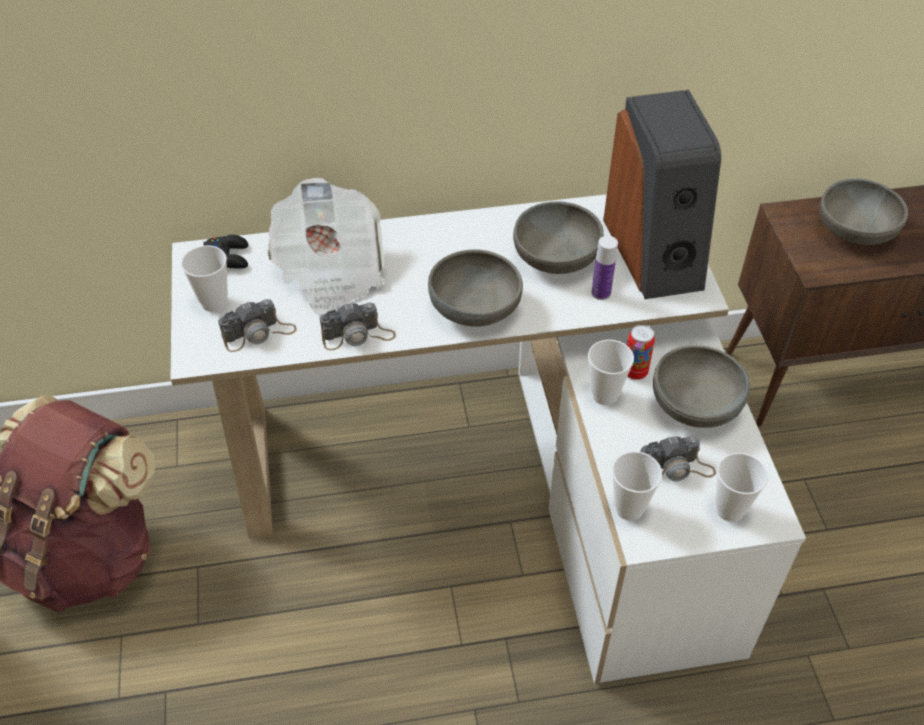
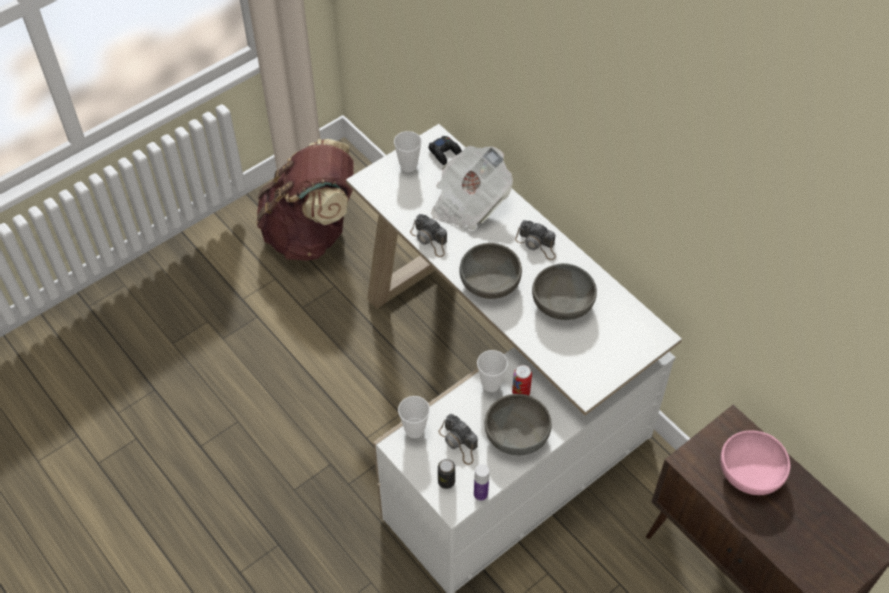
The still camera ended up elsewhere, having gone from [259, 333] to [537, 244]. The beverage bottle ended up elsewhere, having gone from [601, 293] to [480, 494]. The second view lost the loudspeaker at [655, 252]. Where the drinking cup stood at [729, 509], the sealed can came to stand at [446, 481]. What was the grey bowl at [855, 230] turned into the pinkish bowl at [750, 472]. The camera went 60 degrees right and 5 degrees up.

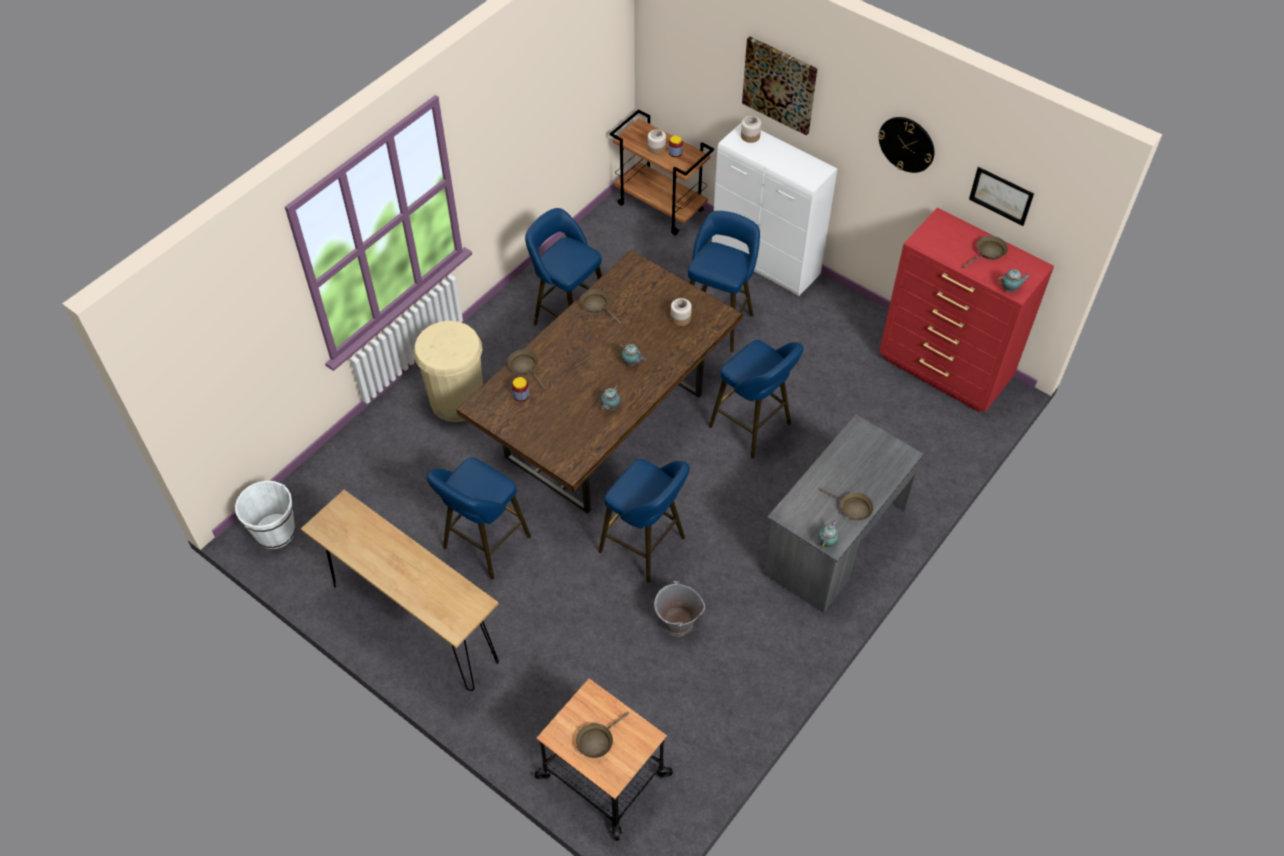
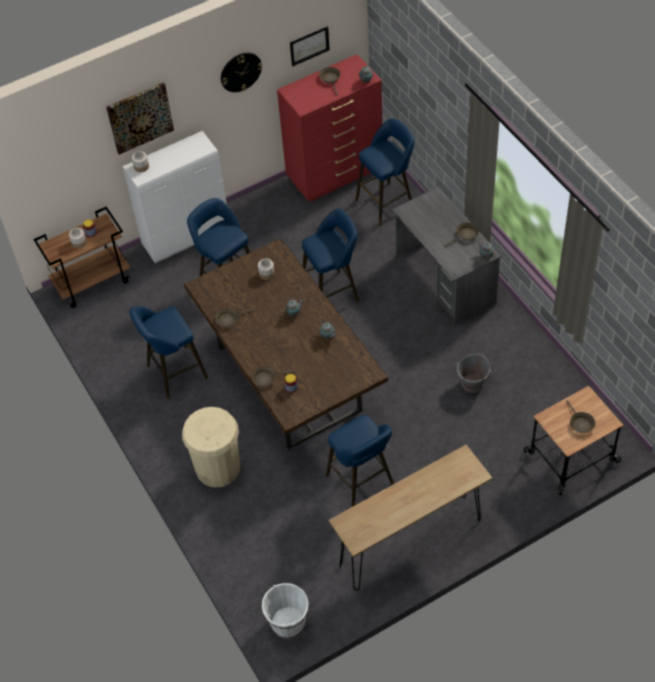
The bluish sitting stool ended up elsewhere, having gone from [646, 547] to [387, 202]. The camera went 65 degrees left and 0 degrees up.

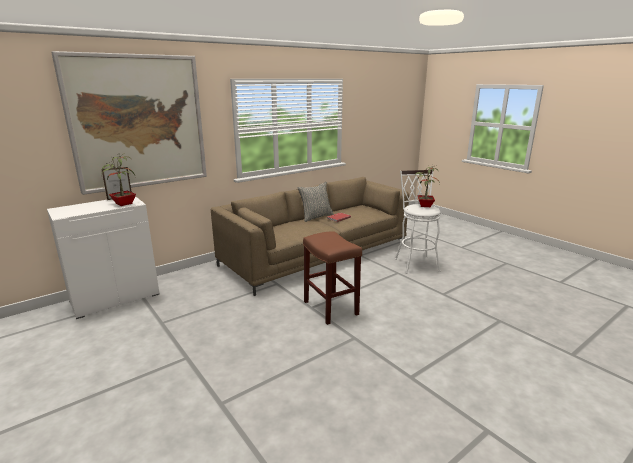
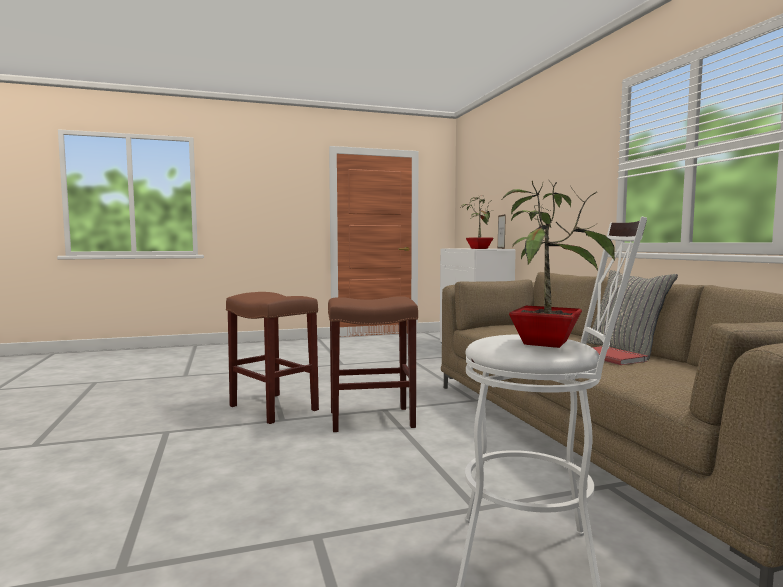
The second view lost the wall art at [138, 122]. The second view gained the brownish sitting stool at [274, 408]. The camera went 110 degrees right and 15 degrees down.

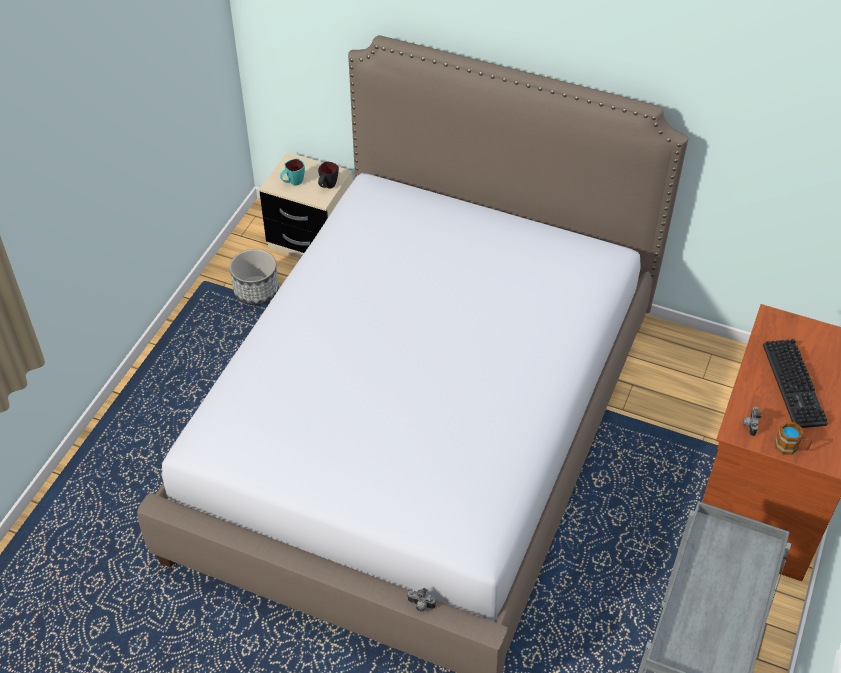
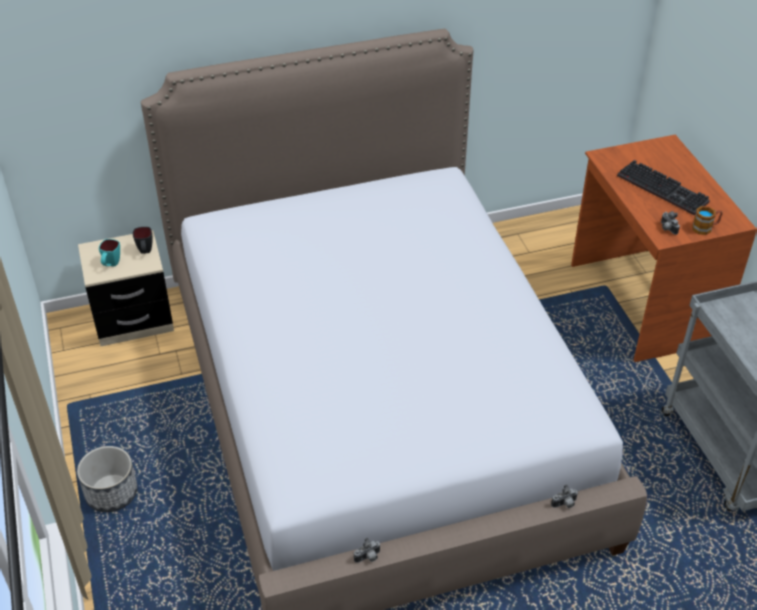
The flower pot ended up elsewhere, having gone from [256, 291] to [111, 493]. The second view gained the still camera at [368, 558]. The camera went 40 degrees left and 5 degrees down.

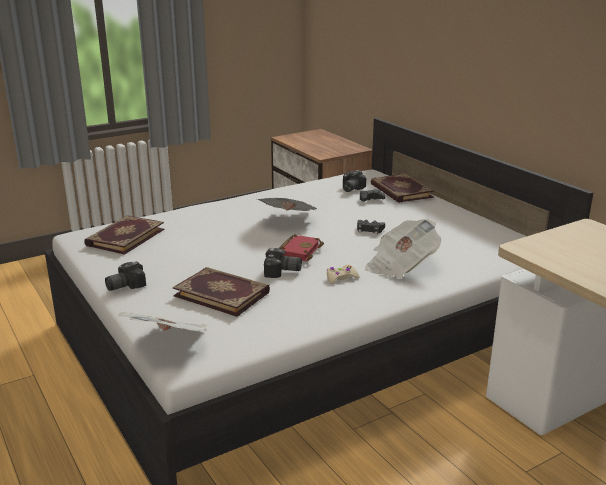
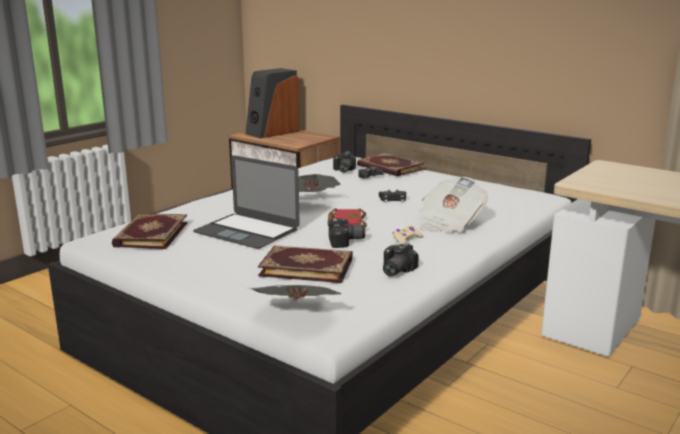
The still camera ended up elsewhere, having gone from [124, 285] to [394, 271]. The second view gained the laptop at [247, 231]. The second view gained the loudspeaker at [272, 132]. The camera went 20 degrees left and 5 degrees down.

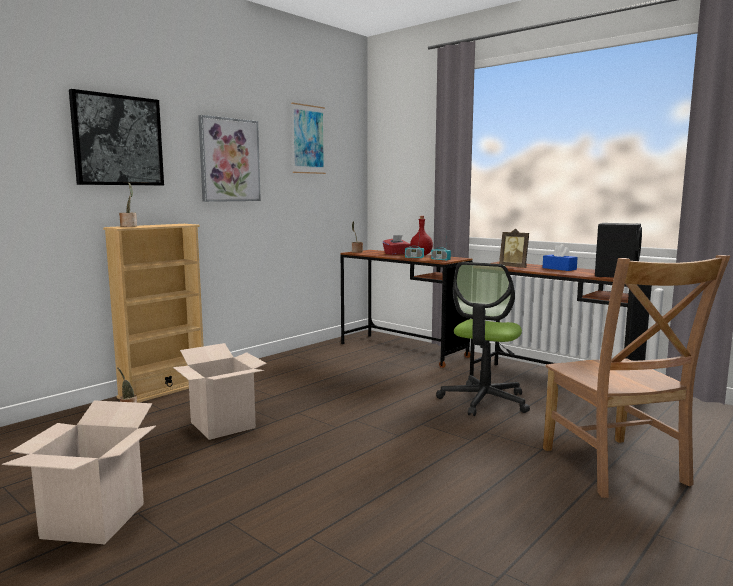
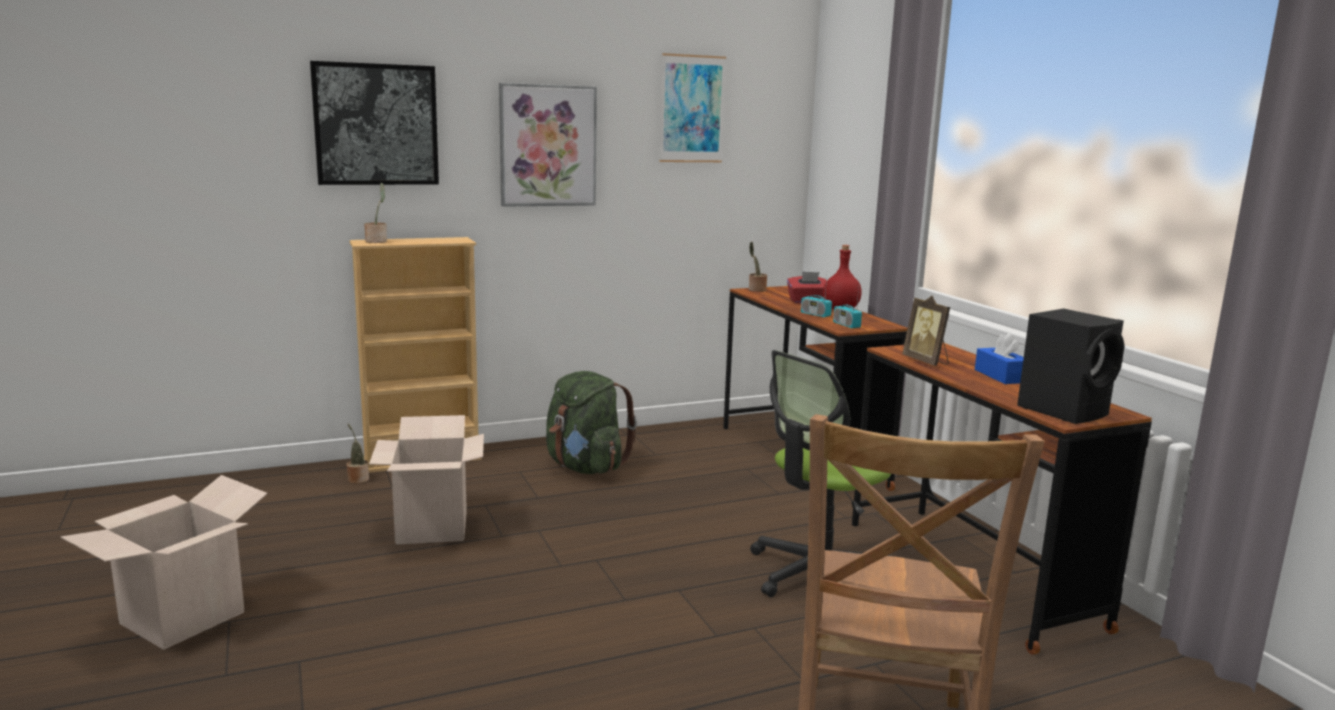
The second view gained the greenish rucksack at [585, 467]. The camera went 25 degrees right and 5 degrees up.

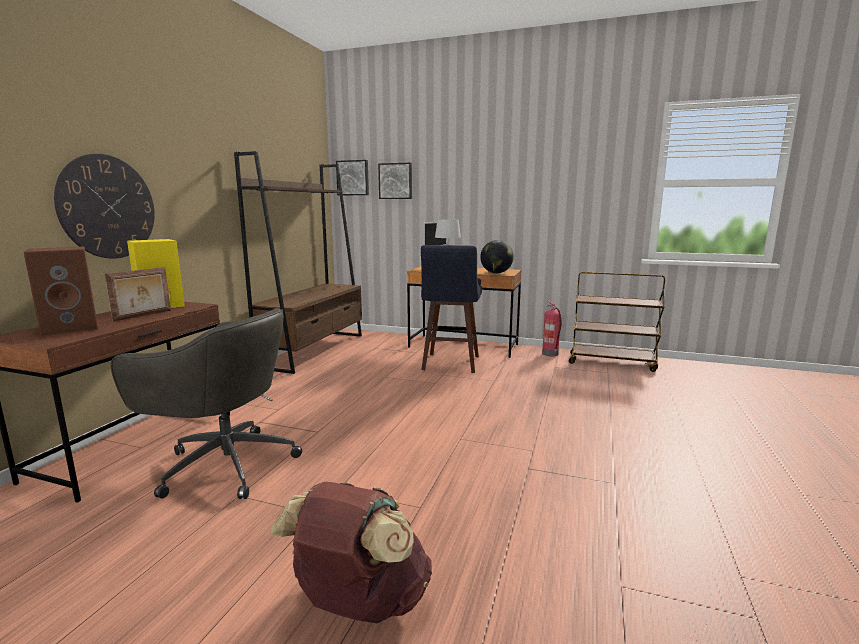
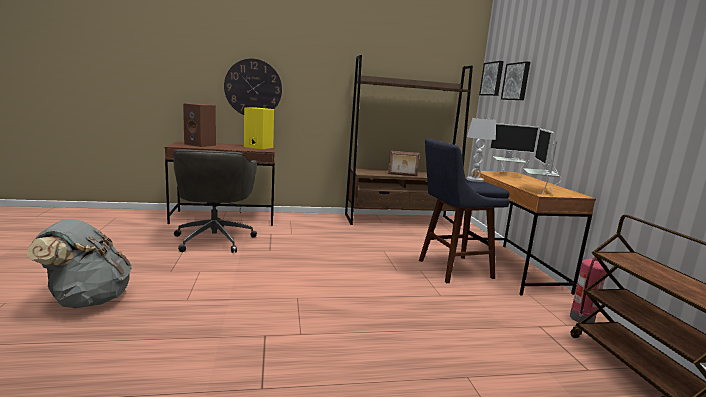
The standing frame ended up elsewhere, having gone from [143, 315] to [402, 175]. What was the brownish rucksack at [359, 603] turned into the grey rucksack at [87, 300]. Where the globe stood at [496, 273], the computer screen came to stand at [538, 191]. The camera went 60 degrees right and 0 degrees up.

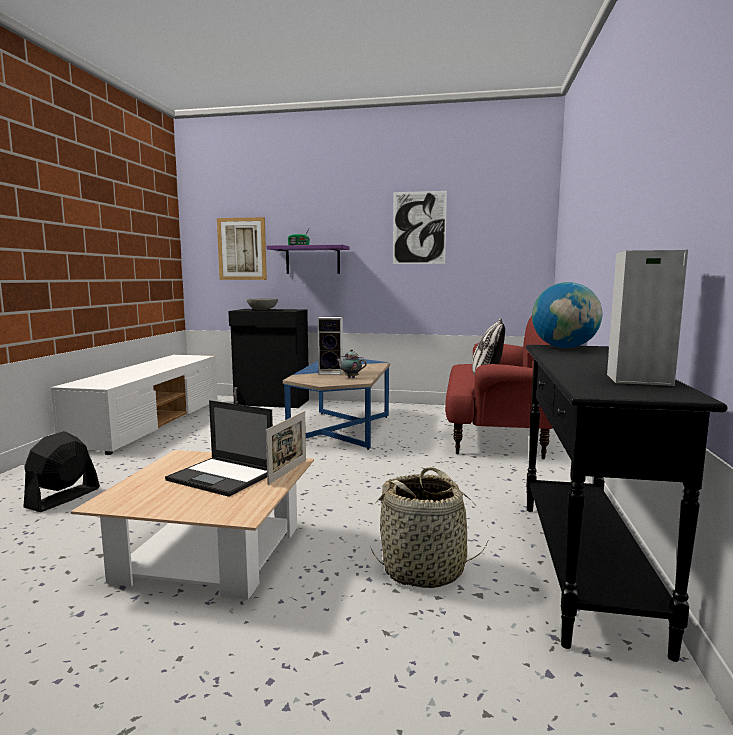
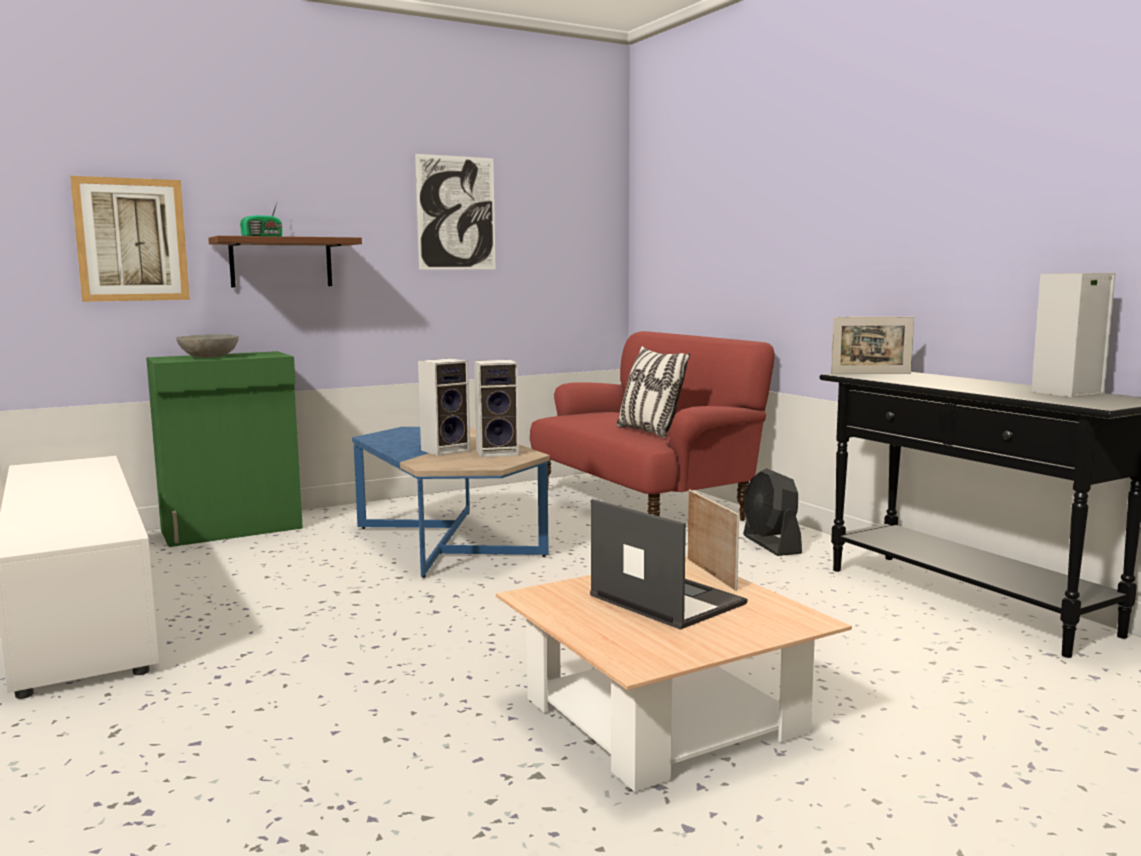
The blackish electric fan ended up elsewhere, having gone from [63, 498] to [771, 544]. The laptop at [222, 477] ended up facing another way, 120 degrees counterclockwise from before. What was the blackish cabinet at [272, 402] turned into the greenish cabinet at [233, 529]. What was the purplish shelf at [312, 260] turned into the brownish shelf at [281, 262]. Where the teapot stood at [350, 377], the loudspeaker came to stand at [499, 452]. The second view lost the storage basket at [424, 569]. Where the globe stood at [564, 348], the standing frame came to stand at [870, 374]. The camera went 40 degrees left and 0 degrees up.

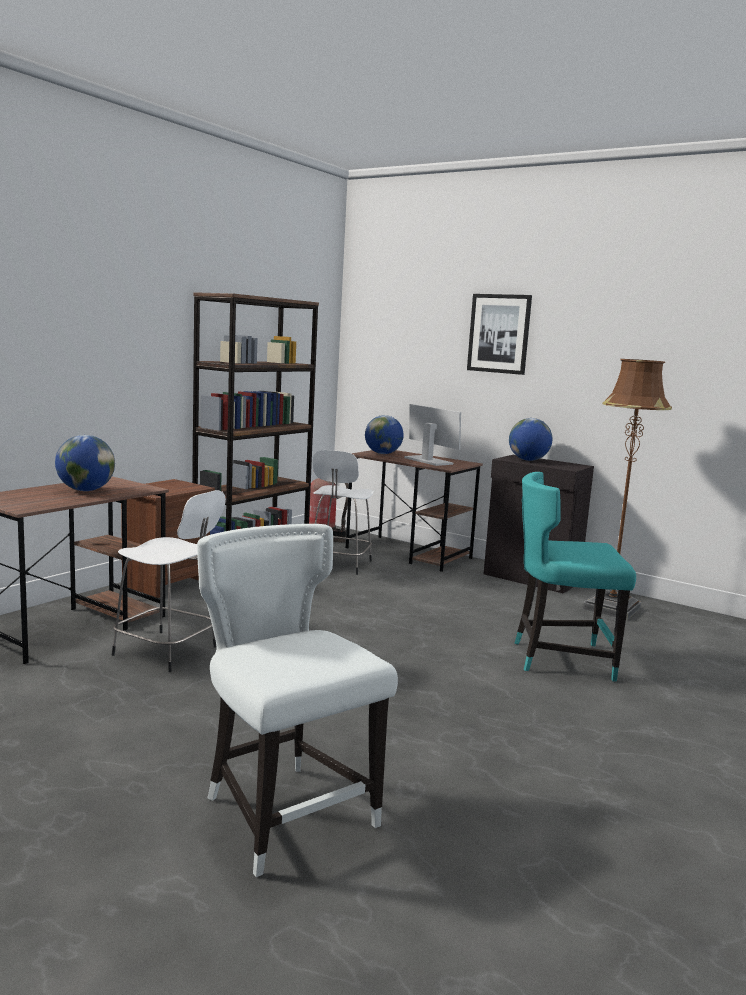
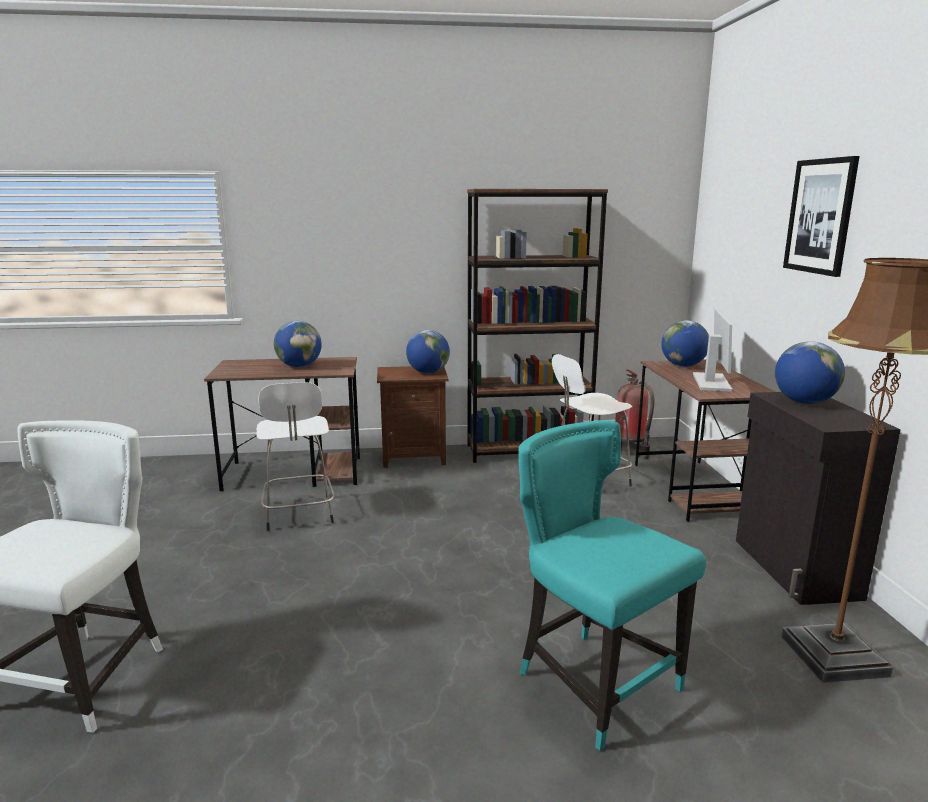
The second view gained the globe at [428, 372]. The camera went 50 degrees right and 5 degrees up.

